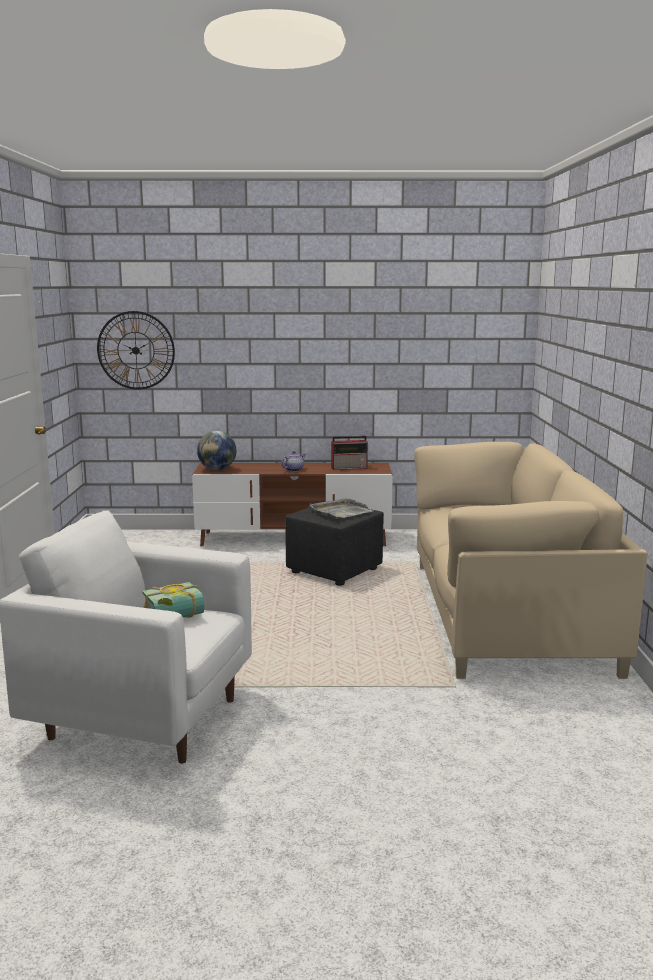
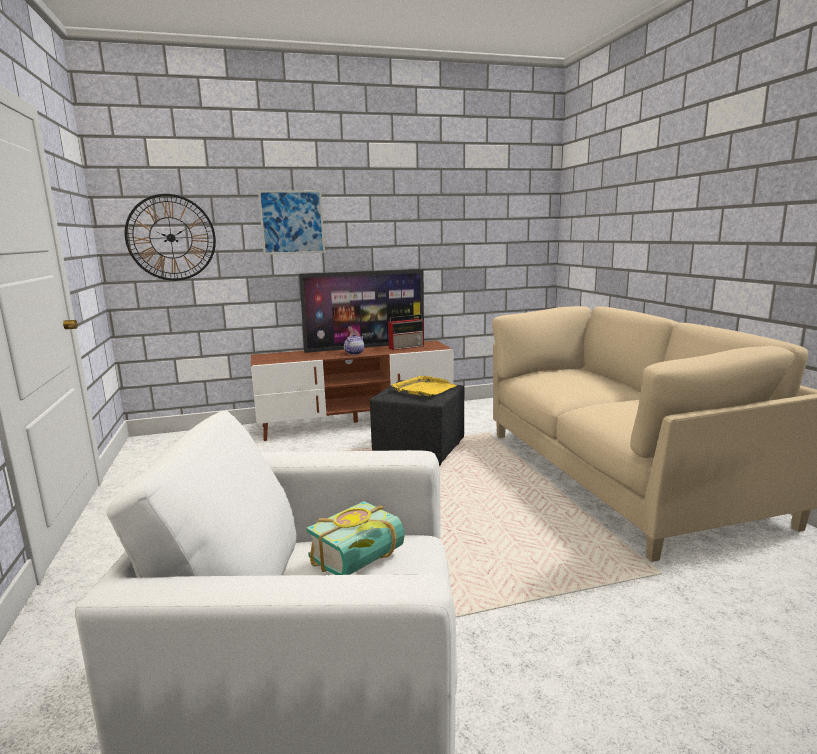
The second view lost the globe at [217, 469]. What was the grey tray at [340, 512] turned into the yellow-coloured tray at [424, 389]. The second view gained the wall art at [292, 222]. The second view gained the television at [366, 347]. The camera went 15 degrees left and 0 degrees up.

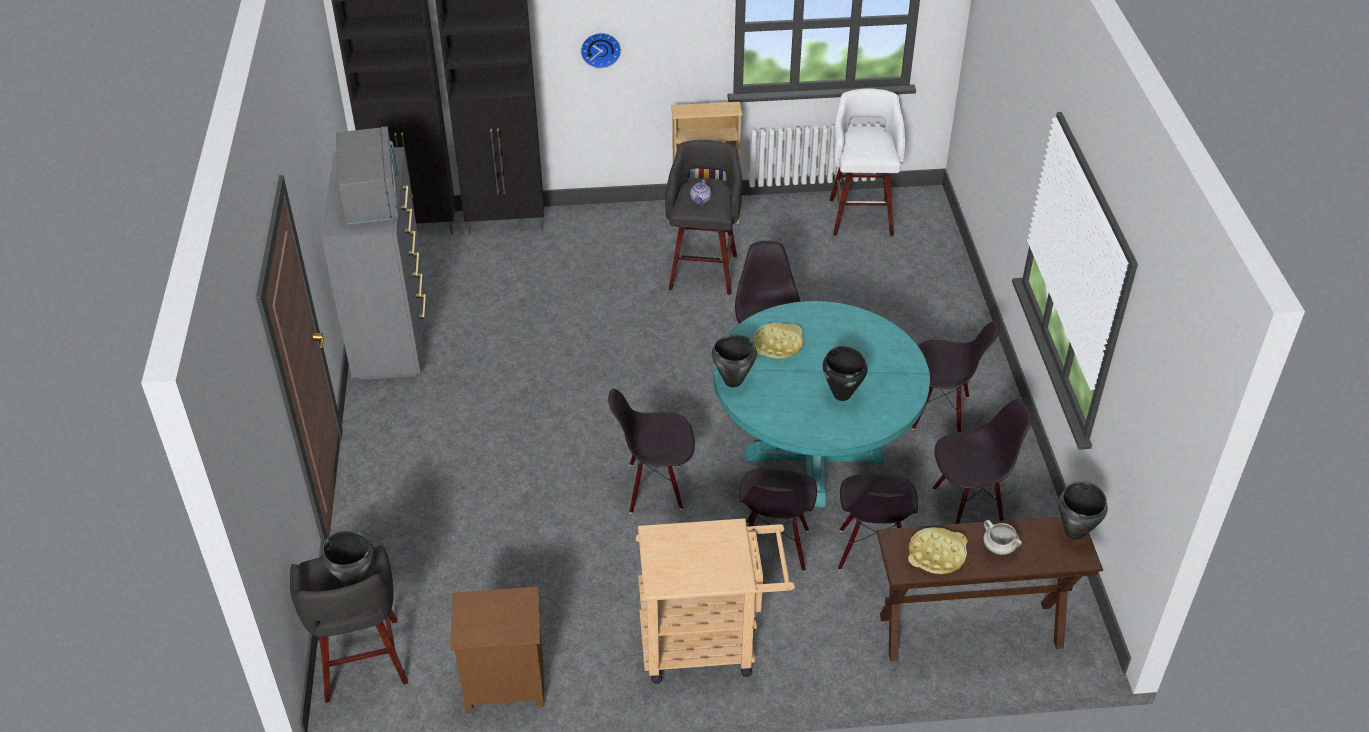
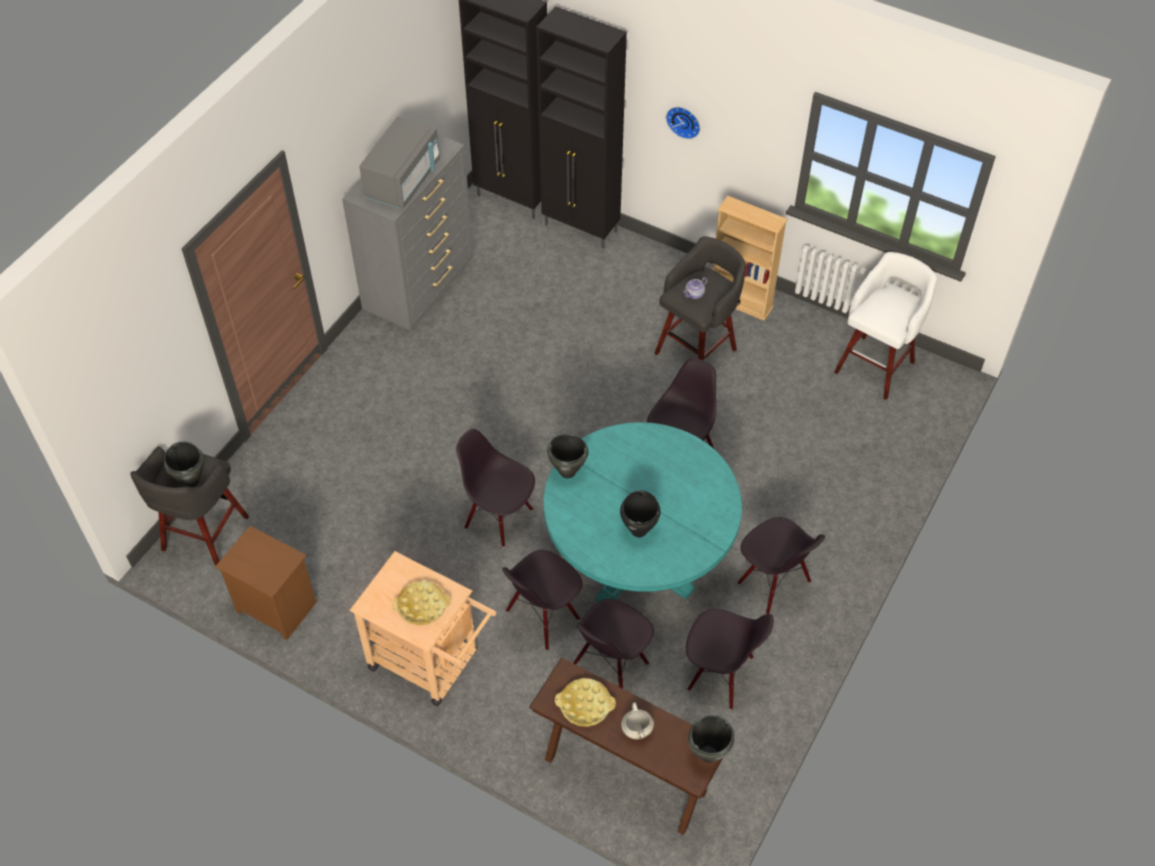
The yellow-coloured tray ended up elsewhere, having gone from [778, 345] to [421, 606]. The camera went 35 degrees right and 10 degrees up.

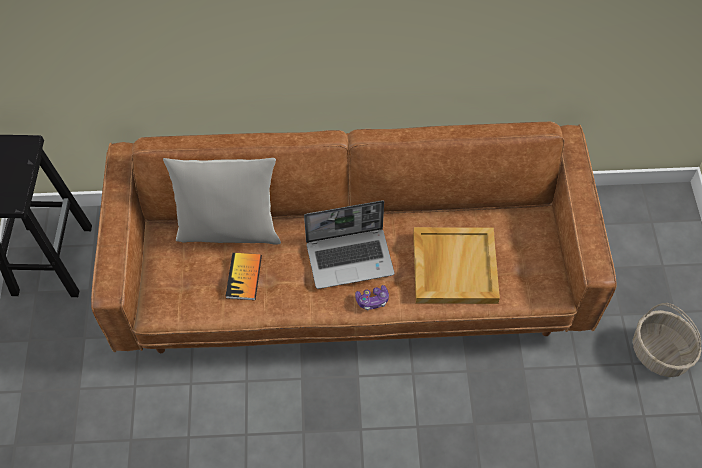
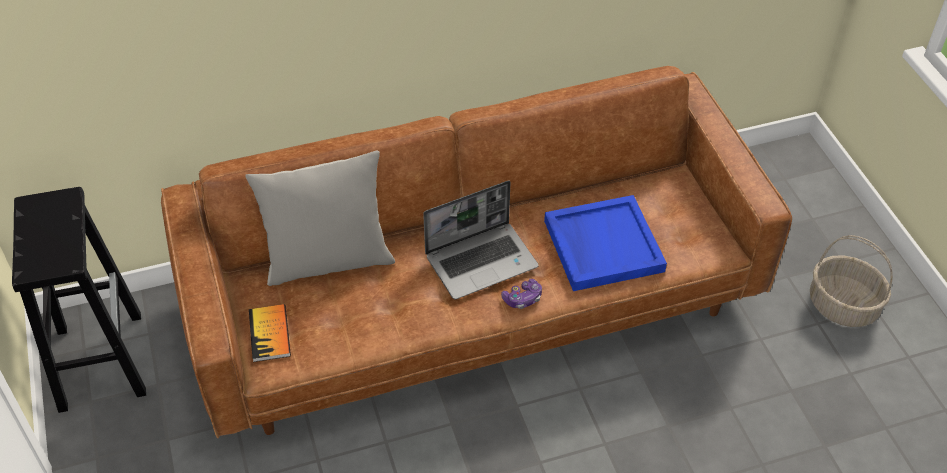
The volume ended up elsewhere, having gone from [244, 277] to [269, 334]. What was the beige tray at [453, 266] turned into the bluish tray at [602, 245]. The camera went 15 degrees left and 10 degrees down.

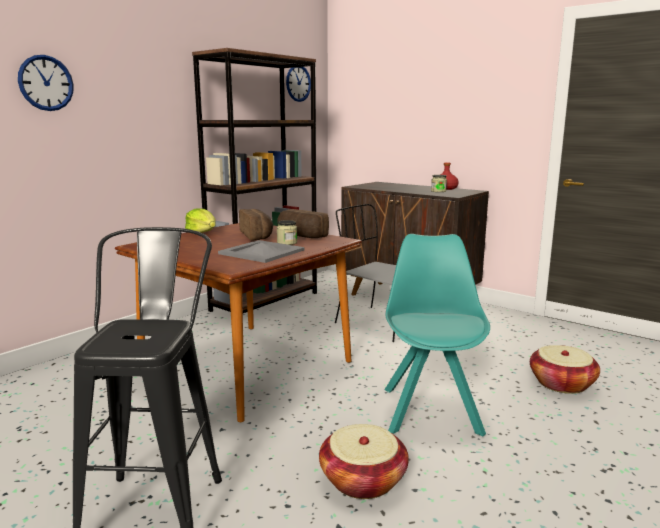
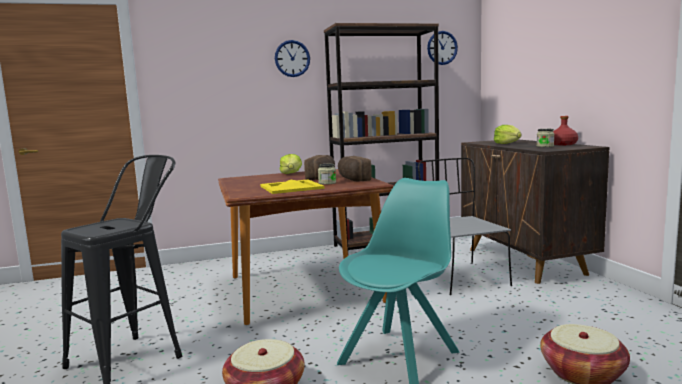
The hanging clock ended up elsewhere, having gone from [46, 83] to [292, 58]. What was the grey tray at [261, 252] turned into the yellow-coloured tray at [291, 187]. The second view gained the lettuce head at [507, 144]. The camera went 35 degrees right and 5 degrees down.

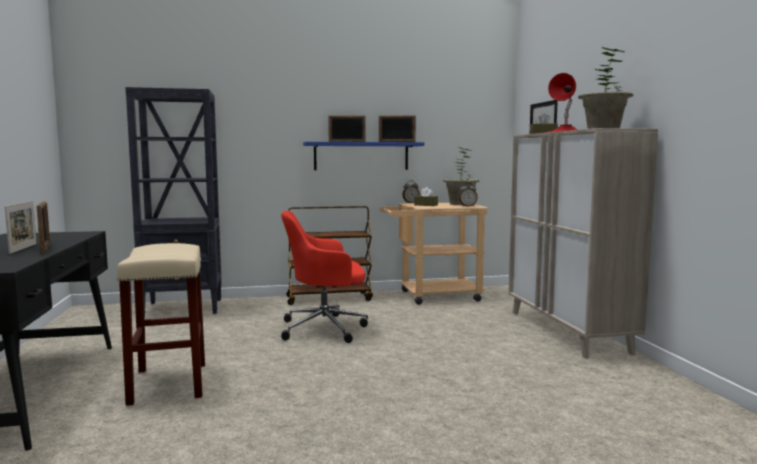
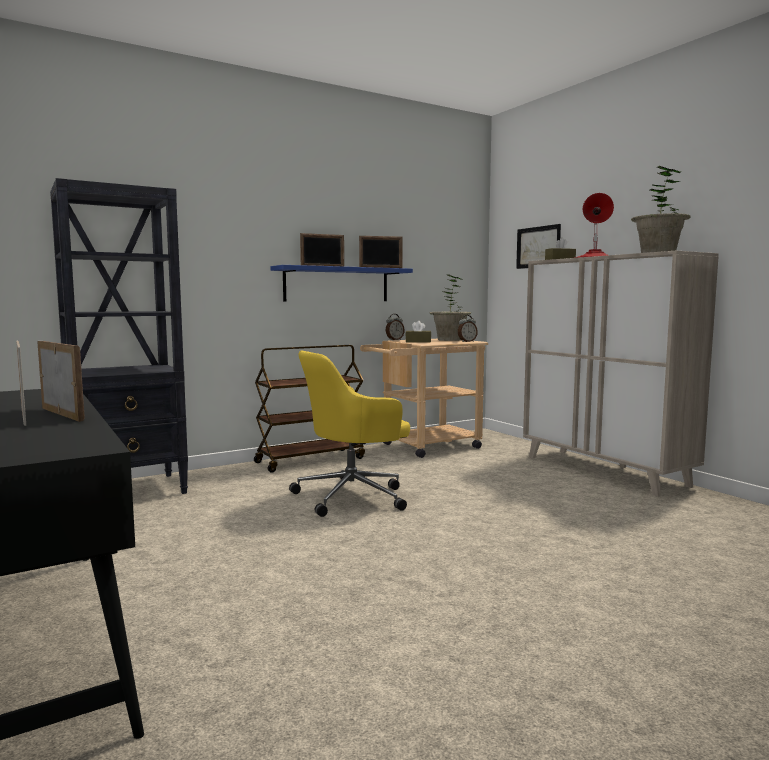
The second view lost the beige sitting stool at [169, 383]. What was the red desk chair at [325, 328] turned into the yellow-coloured desk chair at [353, 496]. The camera went 20 degrees left and 0 degrees up.

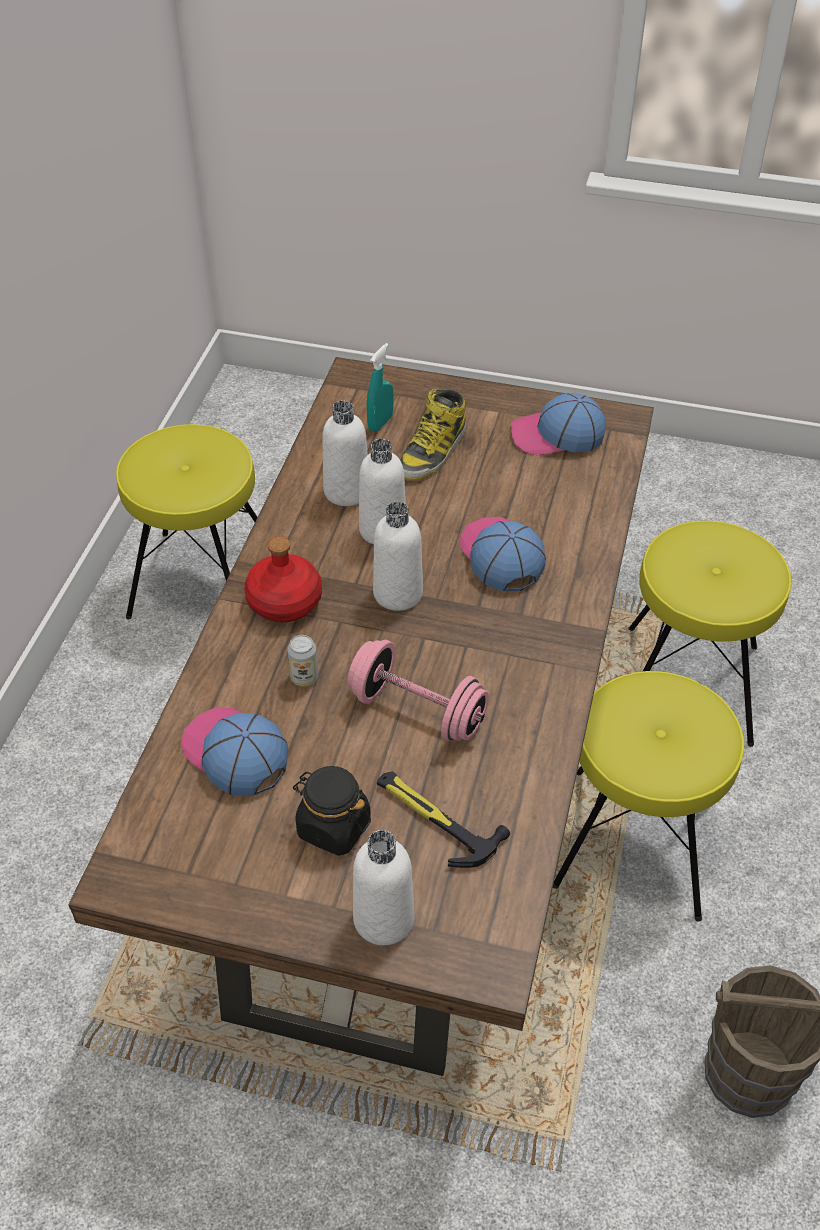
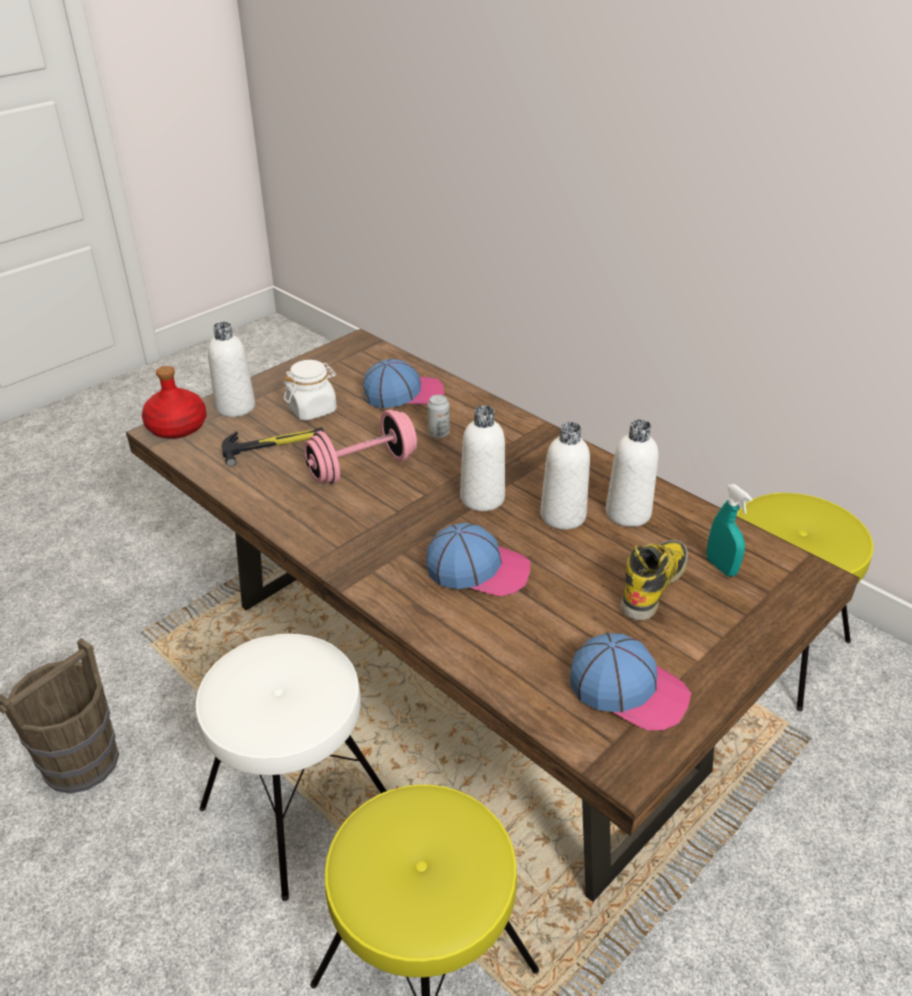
The red beverage bottle ended up elsewhere, having gone from [285, 601] to [177, 427]. What was the blackish jar at [333, 827] turned into the white jar at [312, 409]. The boot at [432, 452] ended up facing another way, 60 degrees clockwise from before. The baseball cap at [557, 435] ended up facing another way, 90 degrees clockwise from before. What was the yellow-coloured sitting stool at [636, 843] turned into the white sitting stool at [296, 807]. The camera went 120 degrees right and 10 degrees down.

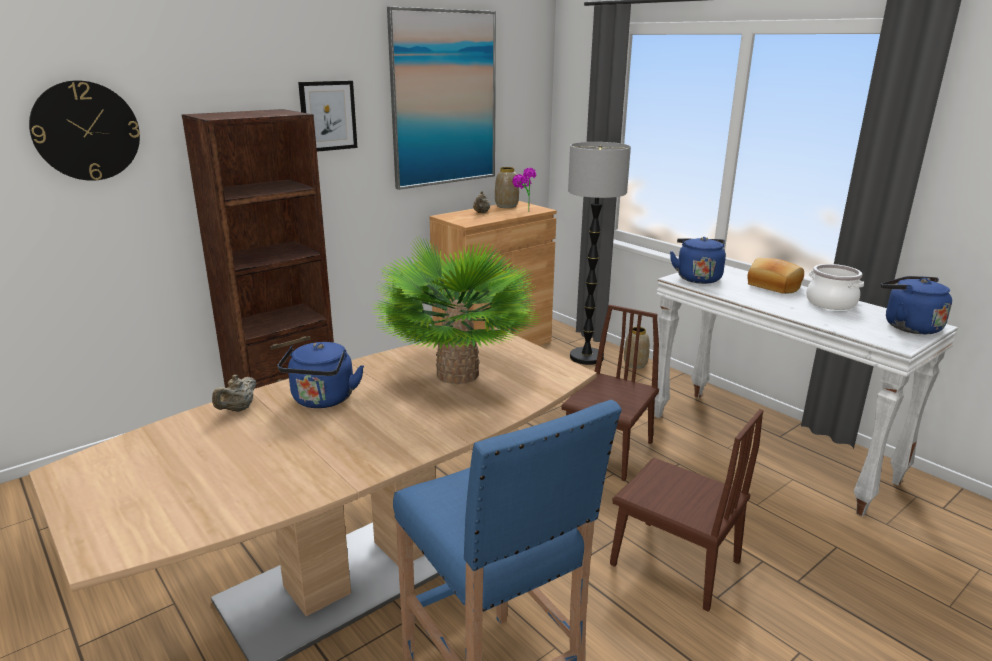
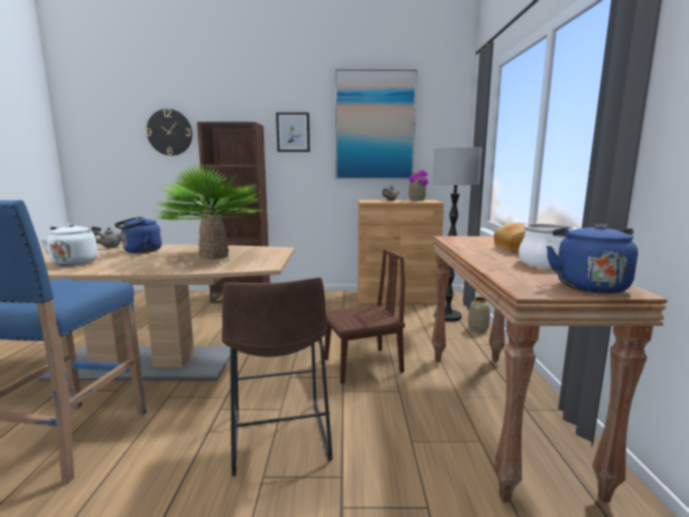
Where the brownish chair stood at [674, 563], the brownish sitting stool came to stand at [279, 441]. What was the white hall table at [769, 447] turned into the brownish hall table at [500, 412]. The second view lost the bluish water kettle at [697, 278]. The second view gained the white water kettle at [76, 262]. The camera went 40 degrees right and 10 degrees down.

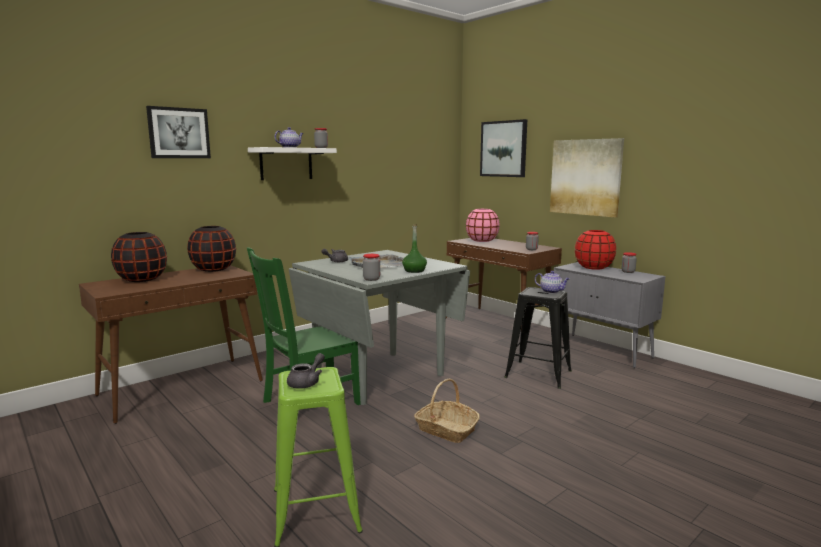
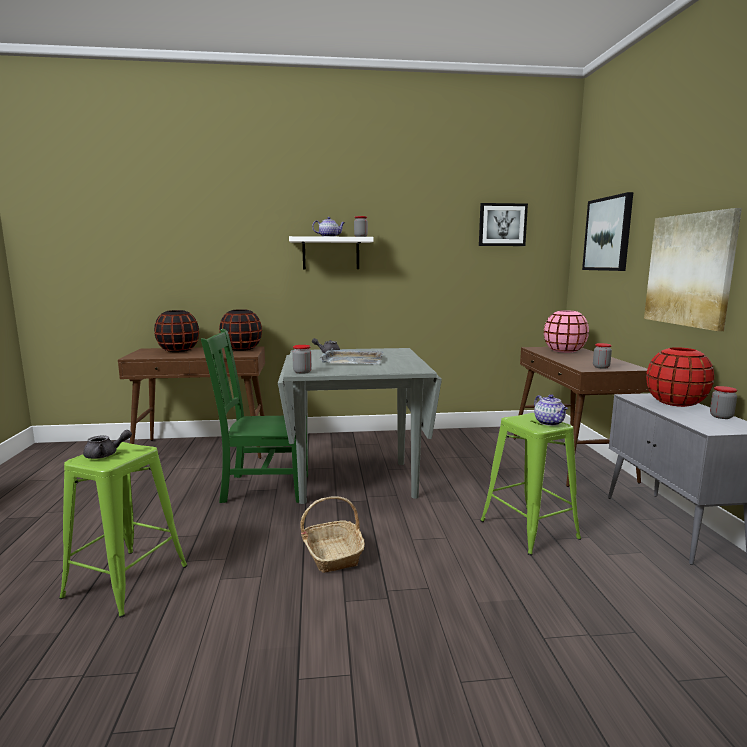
The wall art ended up elsewhere, having gone from [179, 133] to [502, 225]. The second view lost the greenish beverage bottle at [414, 271]. What was the blackish sitting stool at [537, 374] turned into the greenish sitting stool at [528, 529]. The camera went 35 degrees right and 0 degrees up.

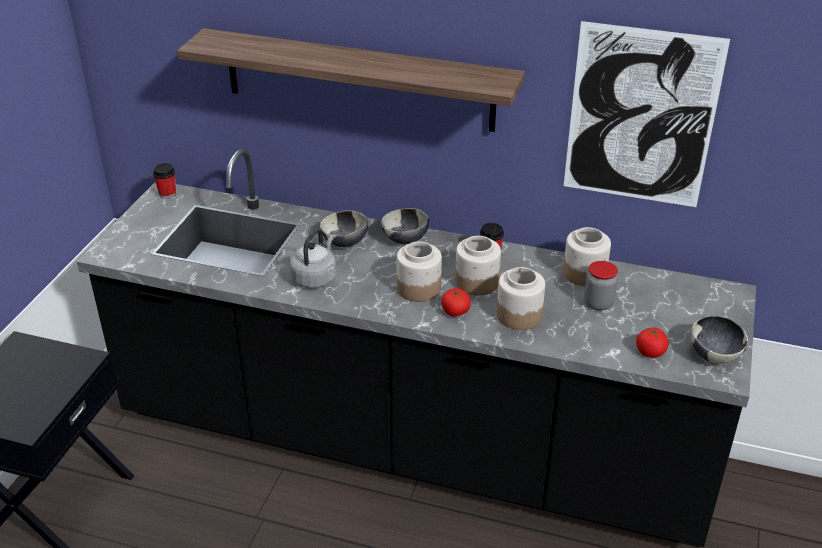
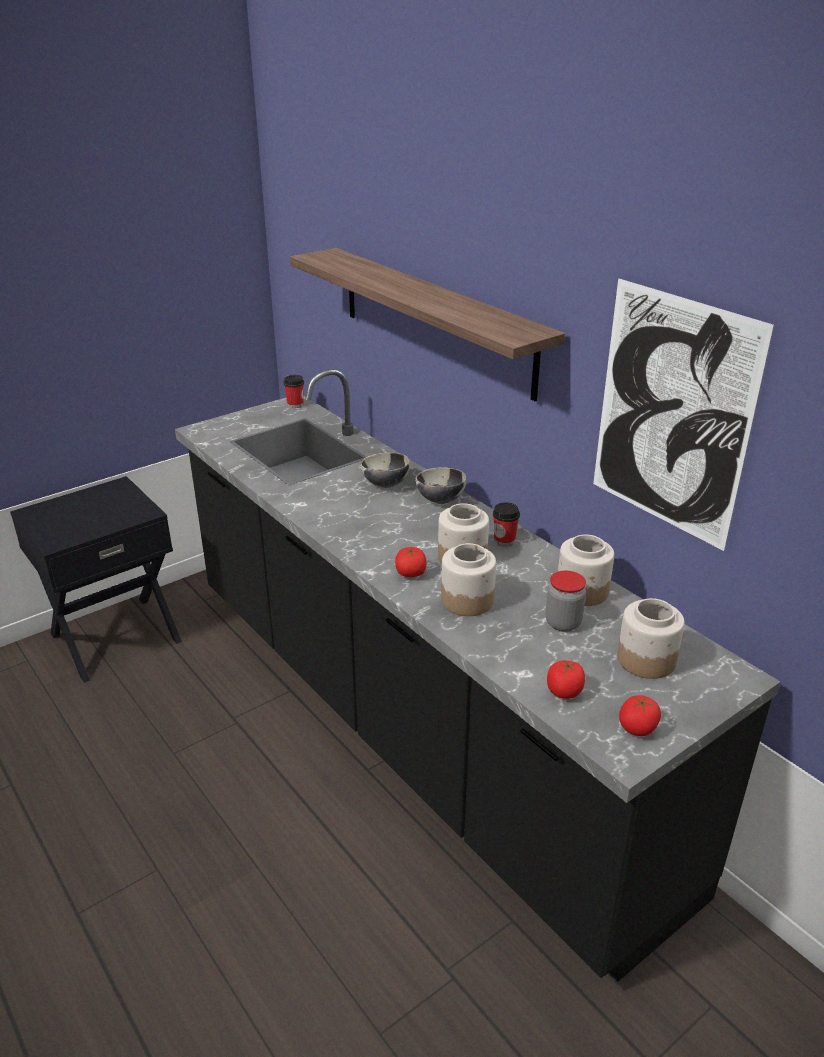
The second view lost the grey water kettle at [315, 278]. The jar ended up elsewhere, having gone from [418, 289] to [645, 660]. Where the bowl stood at [715, 355], the whole tomato came to stand at [637, 728]. The camera went 35 degrees right and 5 degrees down.

